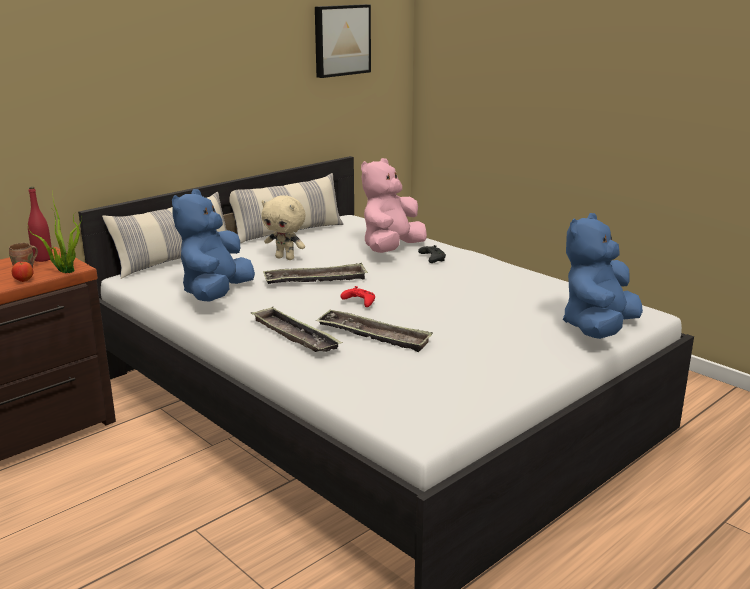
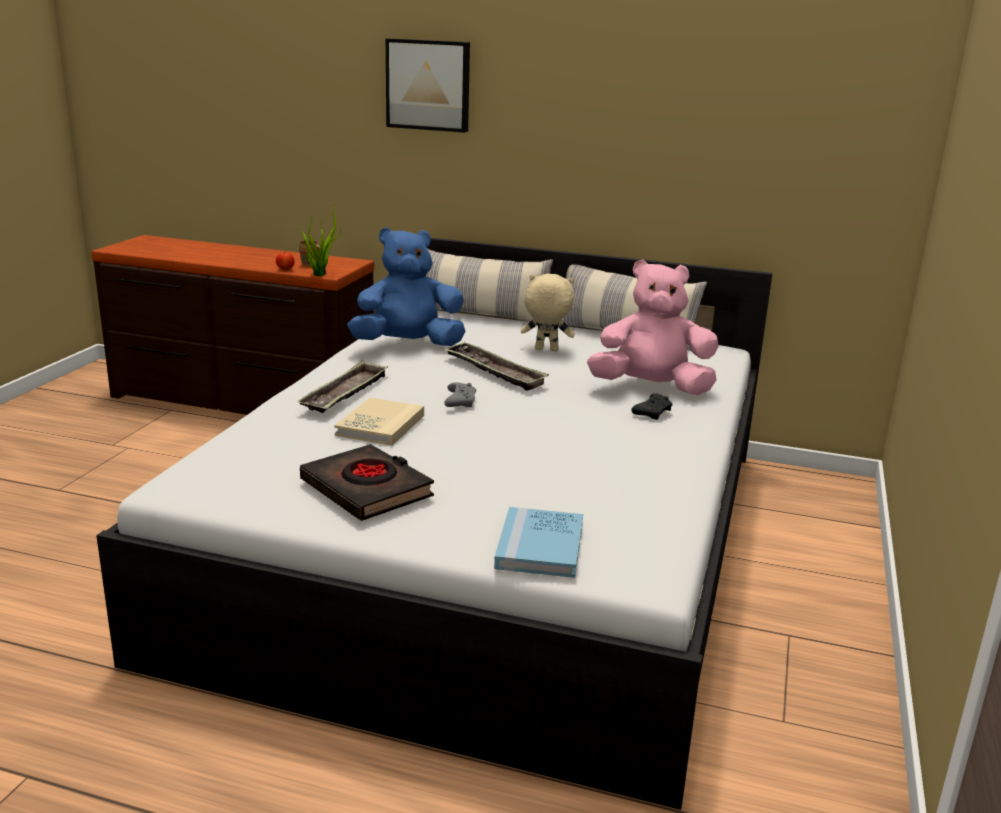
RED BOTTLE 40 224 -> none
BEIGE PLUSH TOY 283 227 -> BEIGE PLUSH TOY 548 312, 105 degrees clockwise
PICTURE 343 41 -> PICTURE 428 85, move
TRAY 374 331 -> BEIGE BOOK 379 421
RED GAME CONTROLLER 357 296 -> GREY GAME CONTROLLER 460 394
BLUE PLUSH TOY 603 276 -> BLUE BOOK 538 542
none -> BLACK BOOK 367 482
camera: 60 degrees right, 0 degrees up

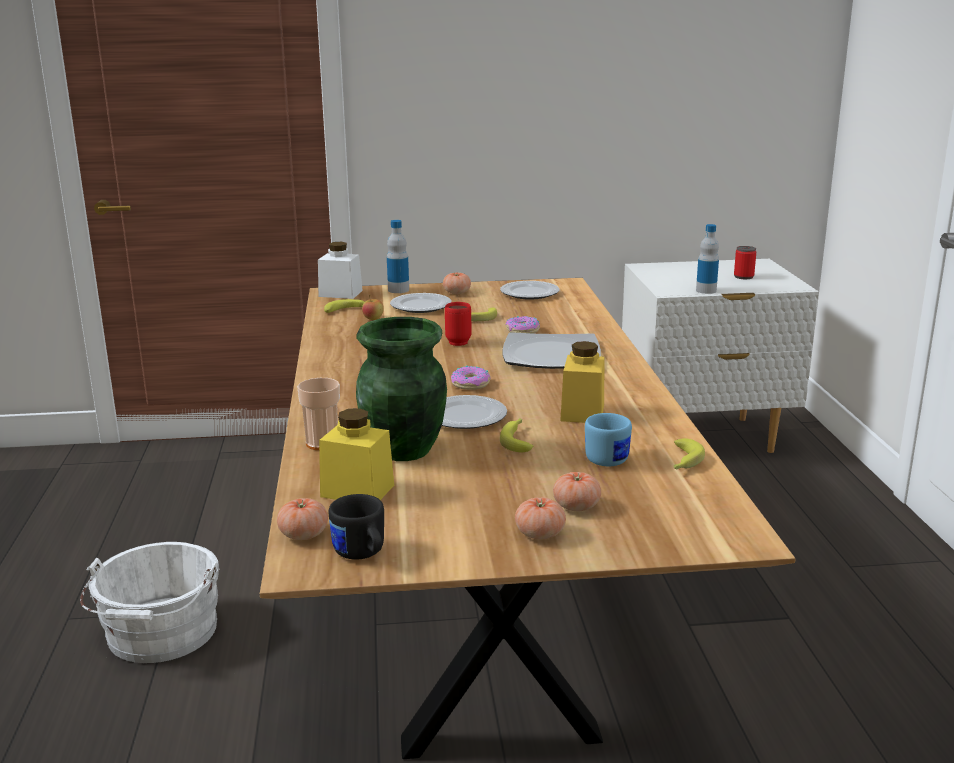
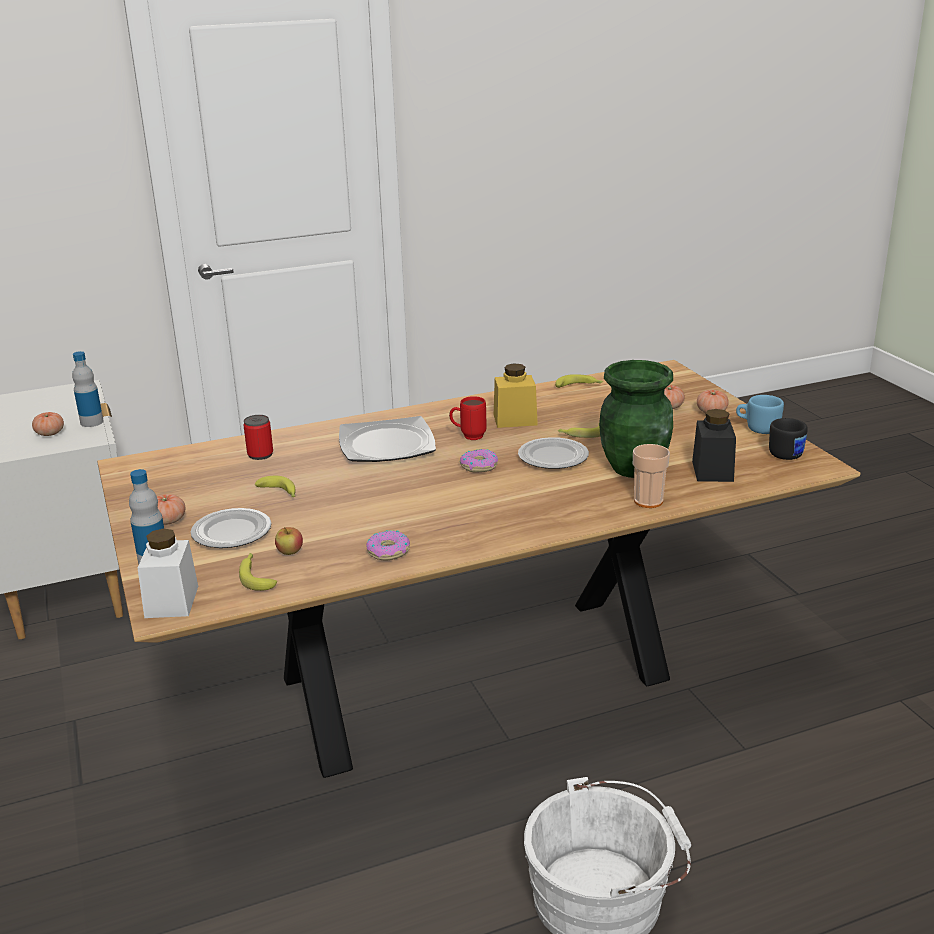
TOMATO 302 519 -> TOMATO 48 424, move
YELLOW JAR 356 454 -> BLACK JAR 714 445
RED MUG 458 324 -> RED MUG 468 418, move
PLATE 530 290 -> none
DONUT 522 325 -> DONUT 388 545, move
BLUE MUG 608 439 -> BLUE MUG 760 414, move
CAN 745 262 -> CAN 258 437, move
camera: 105 degrees left, 5 degrees up

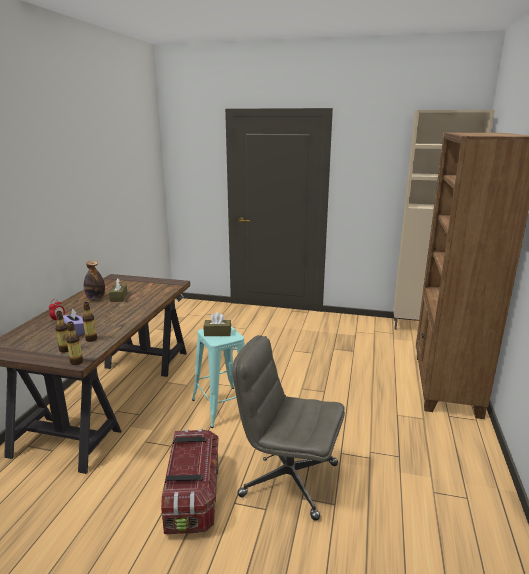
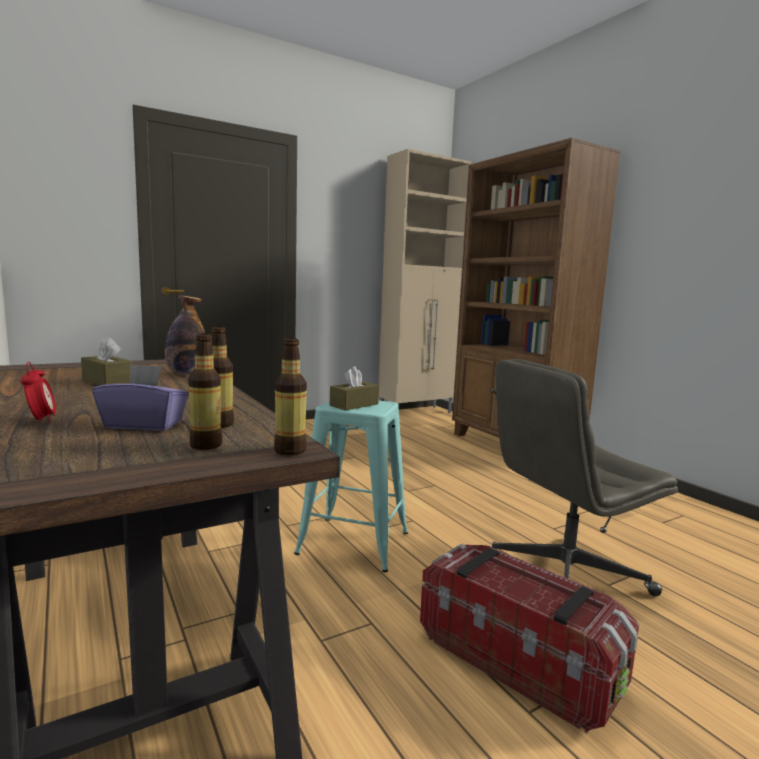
BOTTLE 94 280 -> BOTTLE 185 335, move
camera: 45 degrees left, 10 degrees down

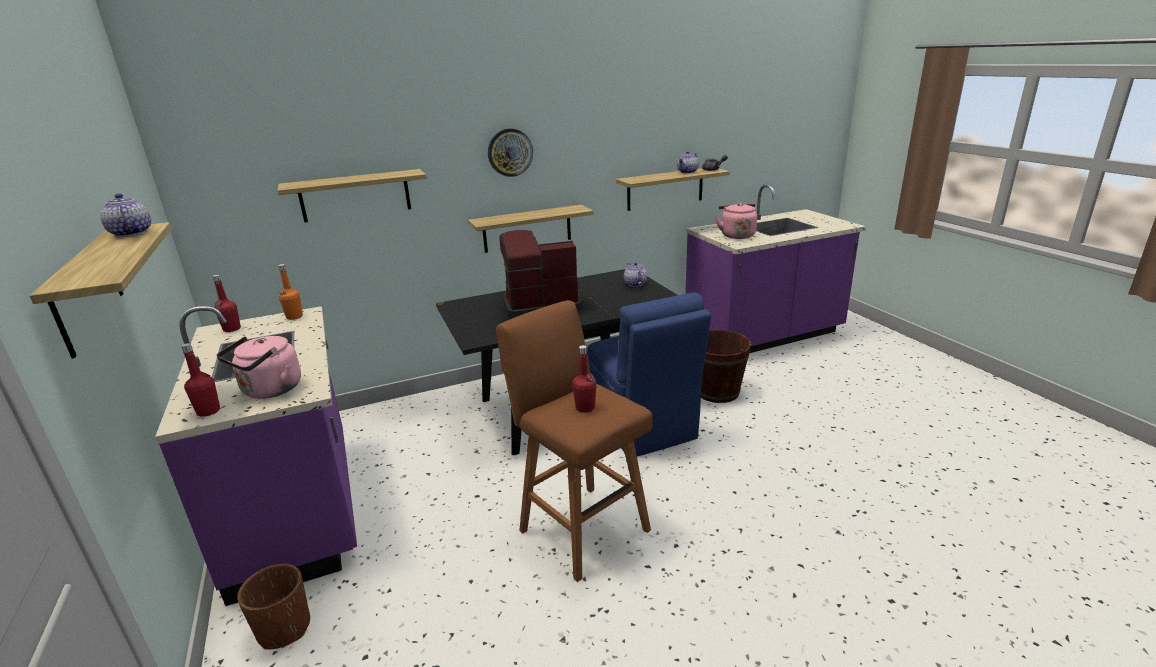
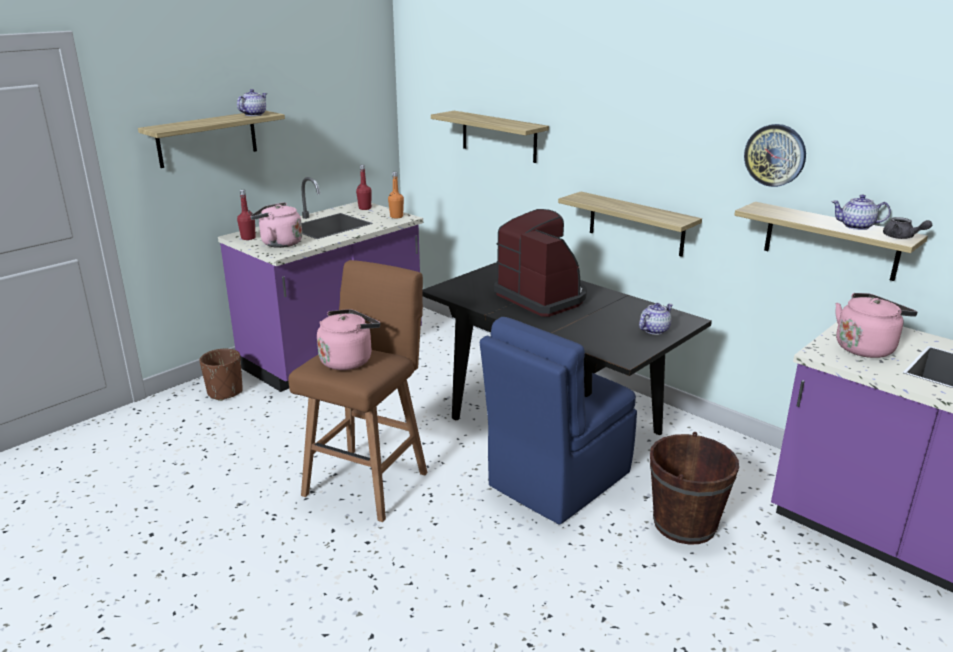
WALL CLOCK 510 152 -> WALL CLOCK 775 155, move
RED BOTTLE 584 379 -> PINK KETTLE 348 339
camera: 65 degrees right, 0 degrees up

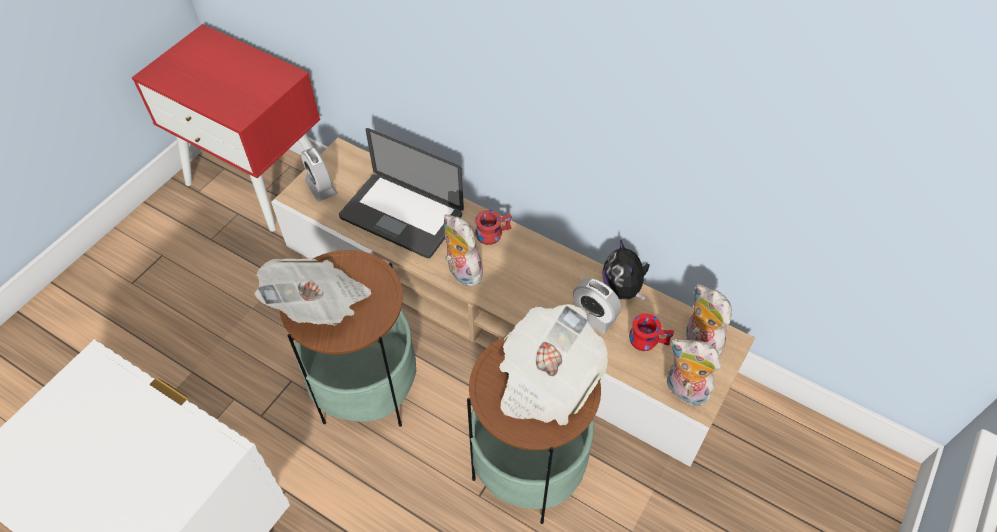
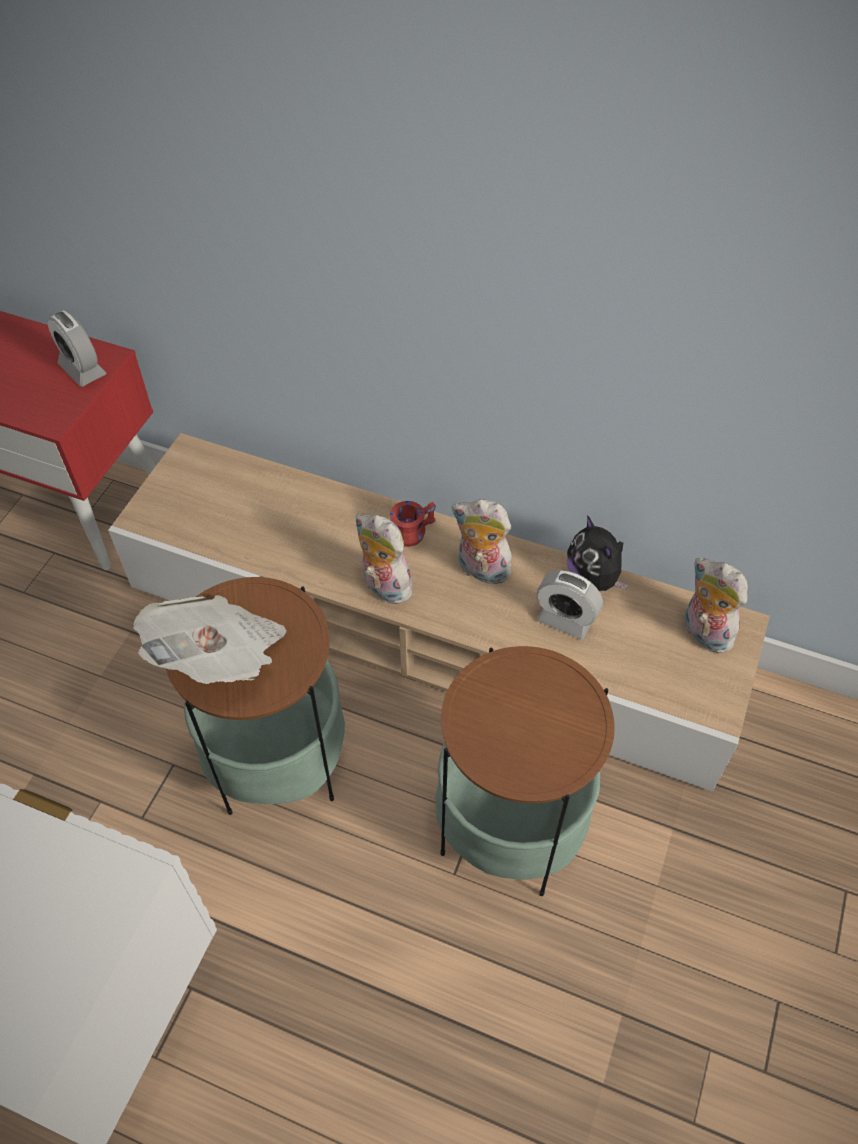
ALARM CLOCK 319 174 -> ALARM CLOCK 76 348, move
LAPTOP 401 193 -> none
NEWSPAPER 553 364 -> none
RED MUG 651 332 -> none
PLUSH TOY 694 372 -> PLUSH TOY 482 543, move
camera: 10 degrees left, 0 degrees up

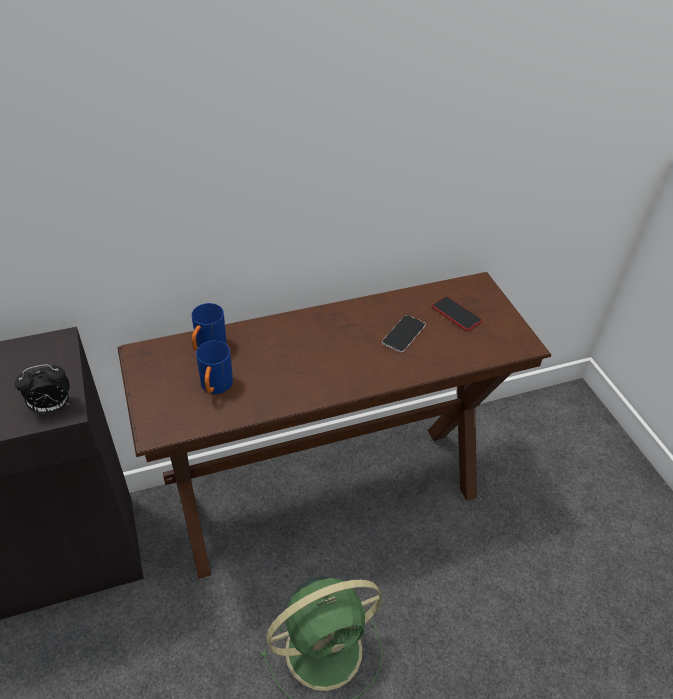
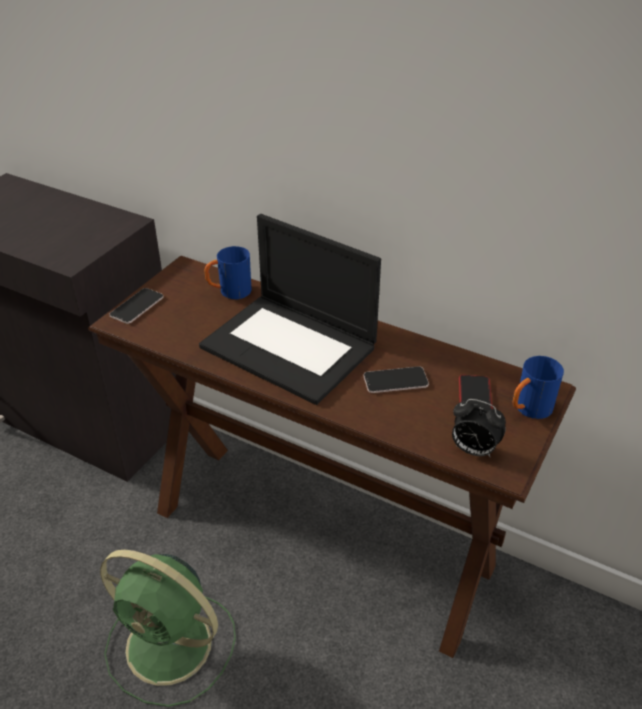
ALARM CLOCK 42 389 -> ALARM CLOCK 479 428, move
BLUE MUG 214 367 -> BLUE MUG 538 387, move
none -> PHONE 136 306
none -> LAPTOP 290 309
camera: 50 degrees right, 5 degrees down

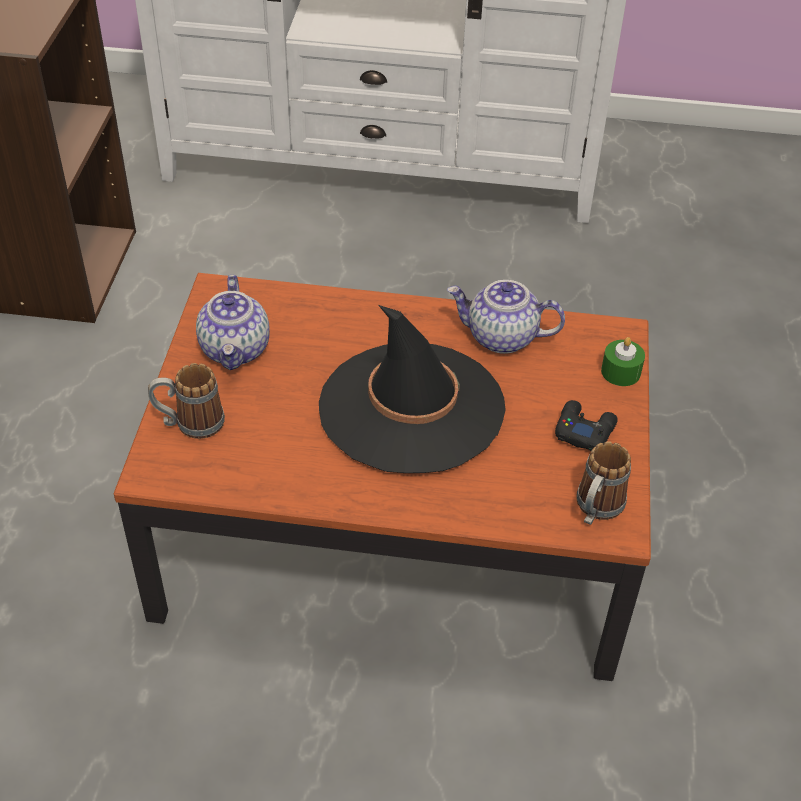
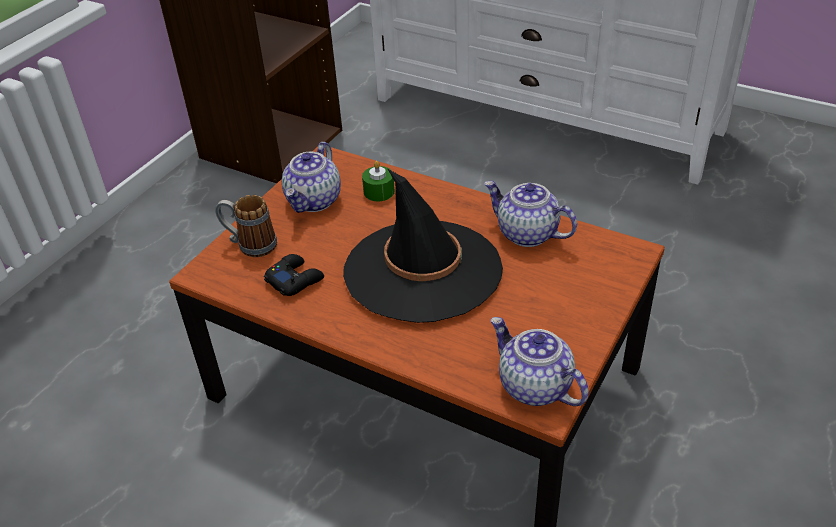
BLACK GAME CONTROLLER 586 425 -> BLACK GAME CONTROLLER 294 275, move
MUG 604 483 -> TEAPOT 540 361
GREEN CANDLE 623 361 -> GREEN CANDLE 378 181, move
camera: 25 degrees right, 5 degrees down

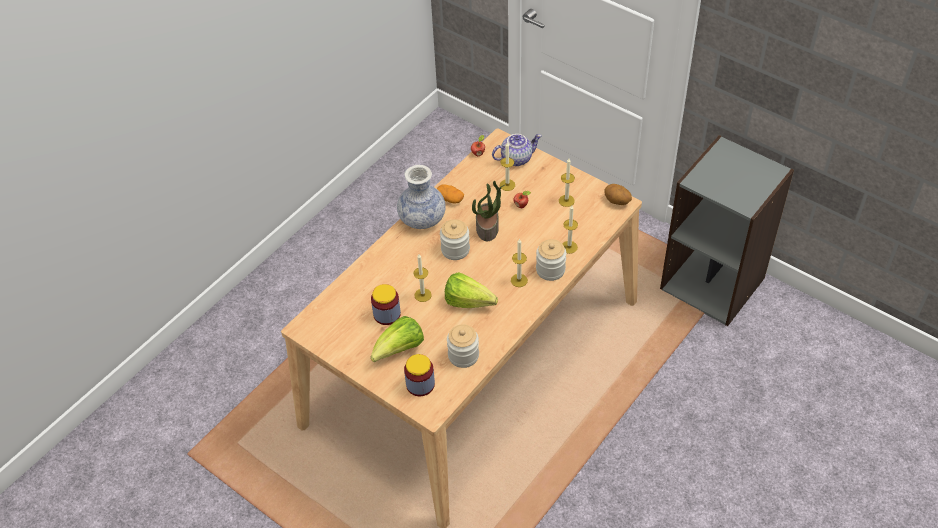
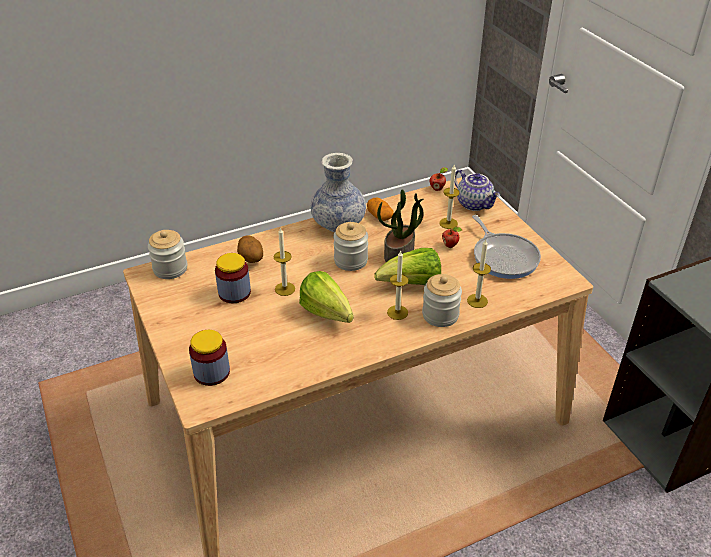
LETTUCE 397 339 -> LETTUCE 407 266, move
JAR 463 346 -> JAR 167 254, move
TEAPOT 517 150 -> TEAPOT 477 190, 45 degrees clockwise
CANDLE 567 183 -> FRYING PAN 506 247
POTATO 618 194 -> POTATO 250 249, move
camera: 25 degrees right, 10 degrees down

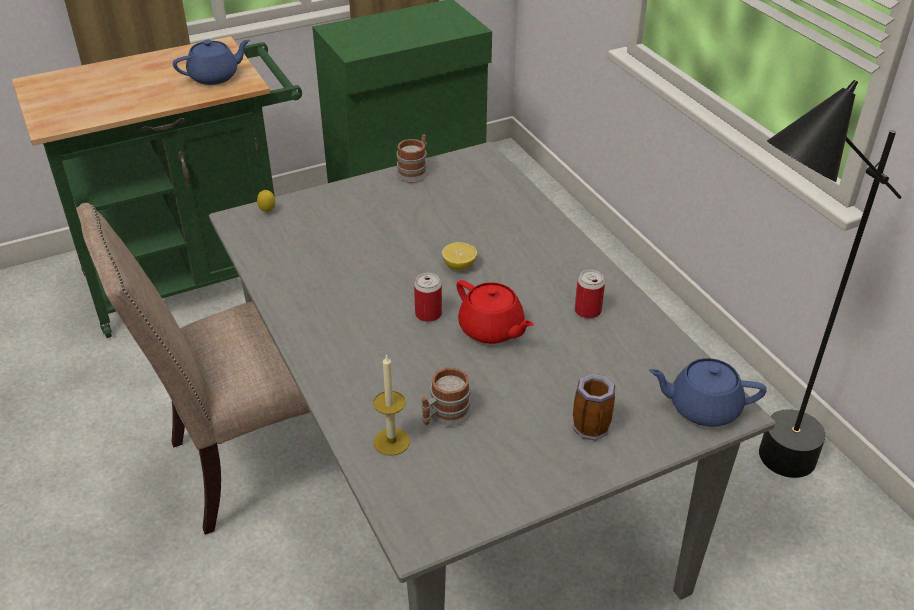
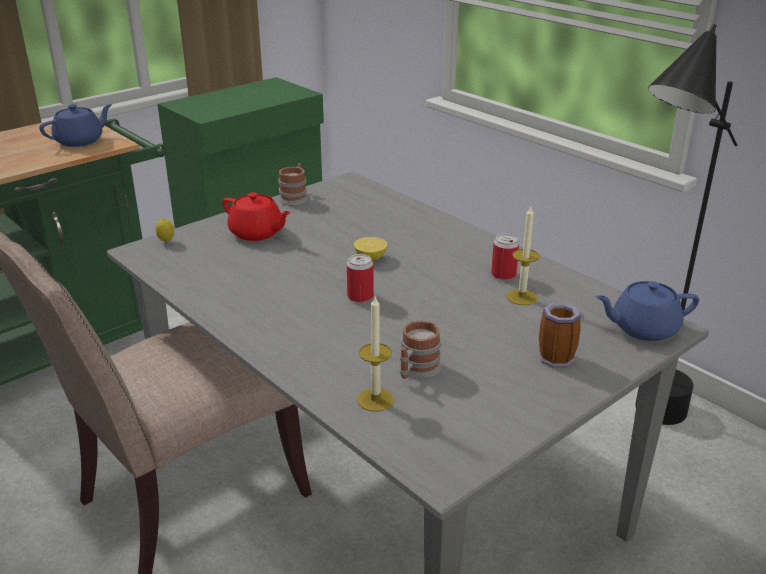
RED TEAPOT 495 312 -> RED TEAPOT 256 216, move
none -> CANDLE 523 256
camera: 15 degrees left, 10 degrees down

